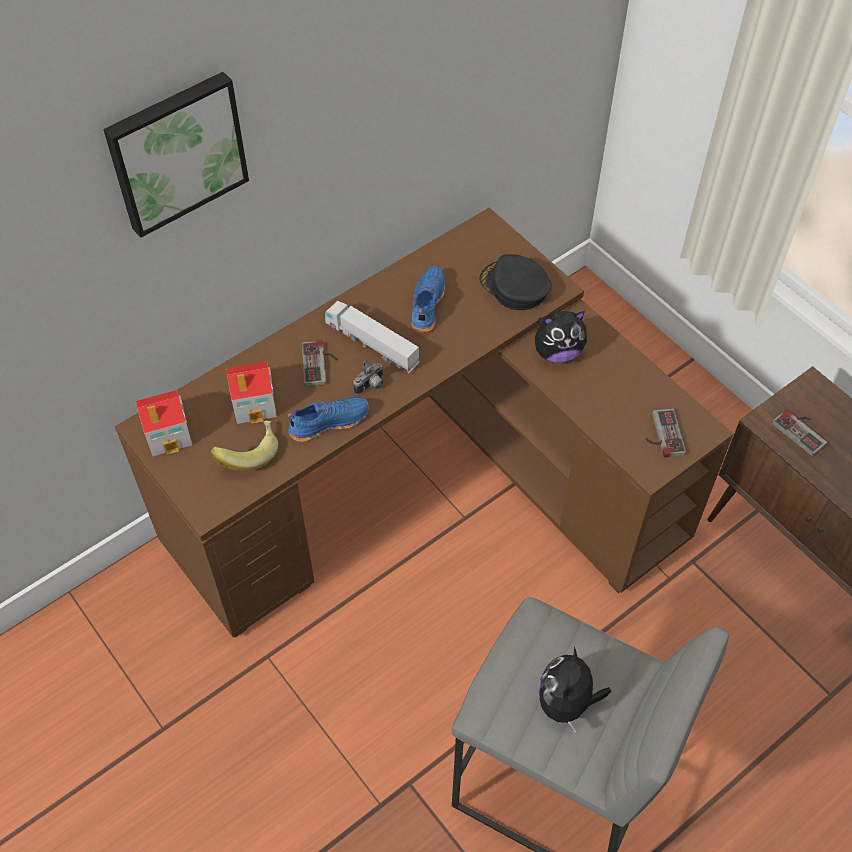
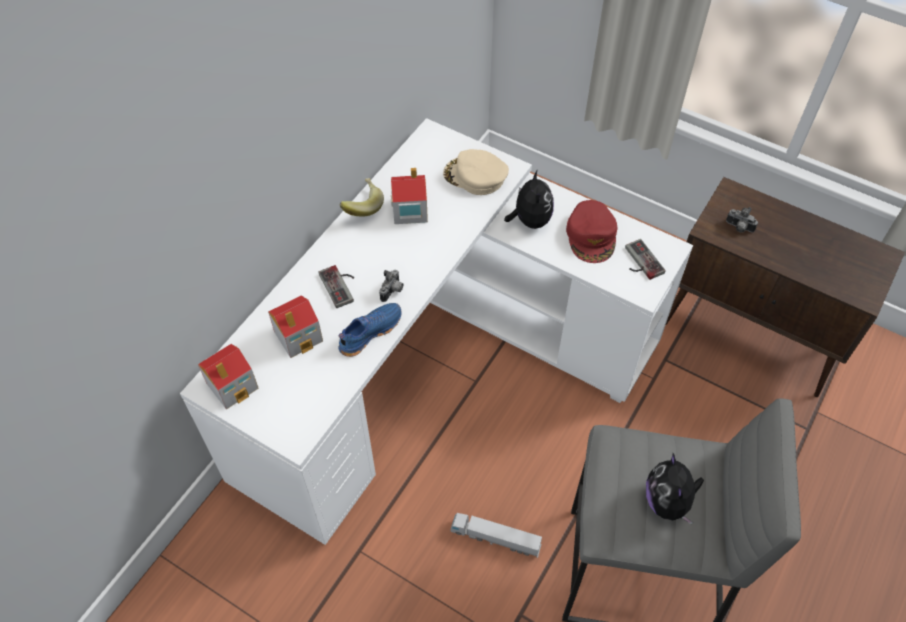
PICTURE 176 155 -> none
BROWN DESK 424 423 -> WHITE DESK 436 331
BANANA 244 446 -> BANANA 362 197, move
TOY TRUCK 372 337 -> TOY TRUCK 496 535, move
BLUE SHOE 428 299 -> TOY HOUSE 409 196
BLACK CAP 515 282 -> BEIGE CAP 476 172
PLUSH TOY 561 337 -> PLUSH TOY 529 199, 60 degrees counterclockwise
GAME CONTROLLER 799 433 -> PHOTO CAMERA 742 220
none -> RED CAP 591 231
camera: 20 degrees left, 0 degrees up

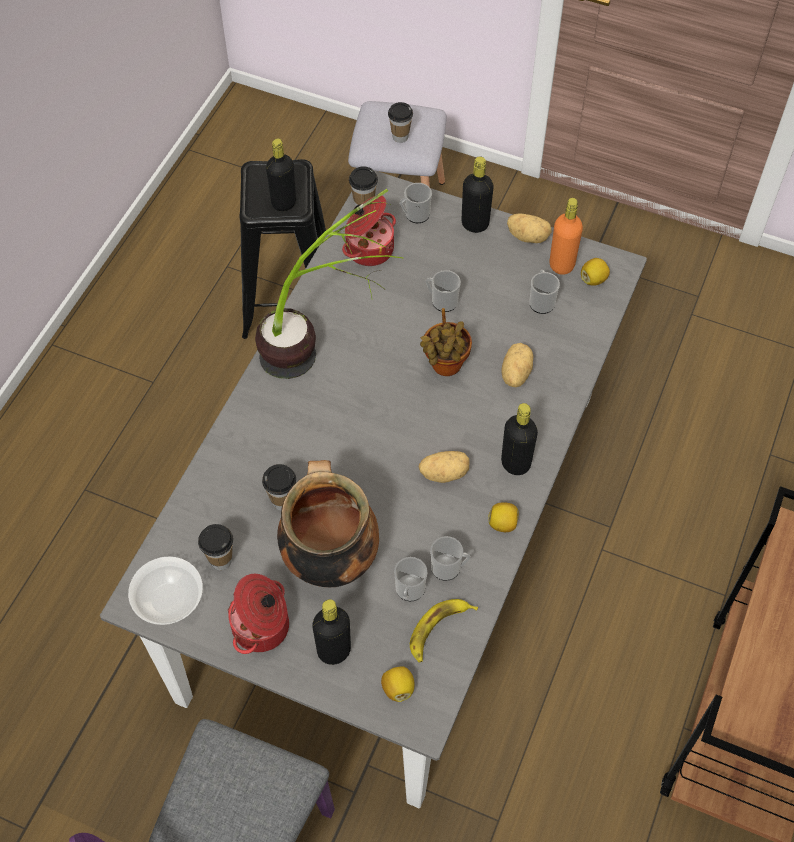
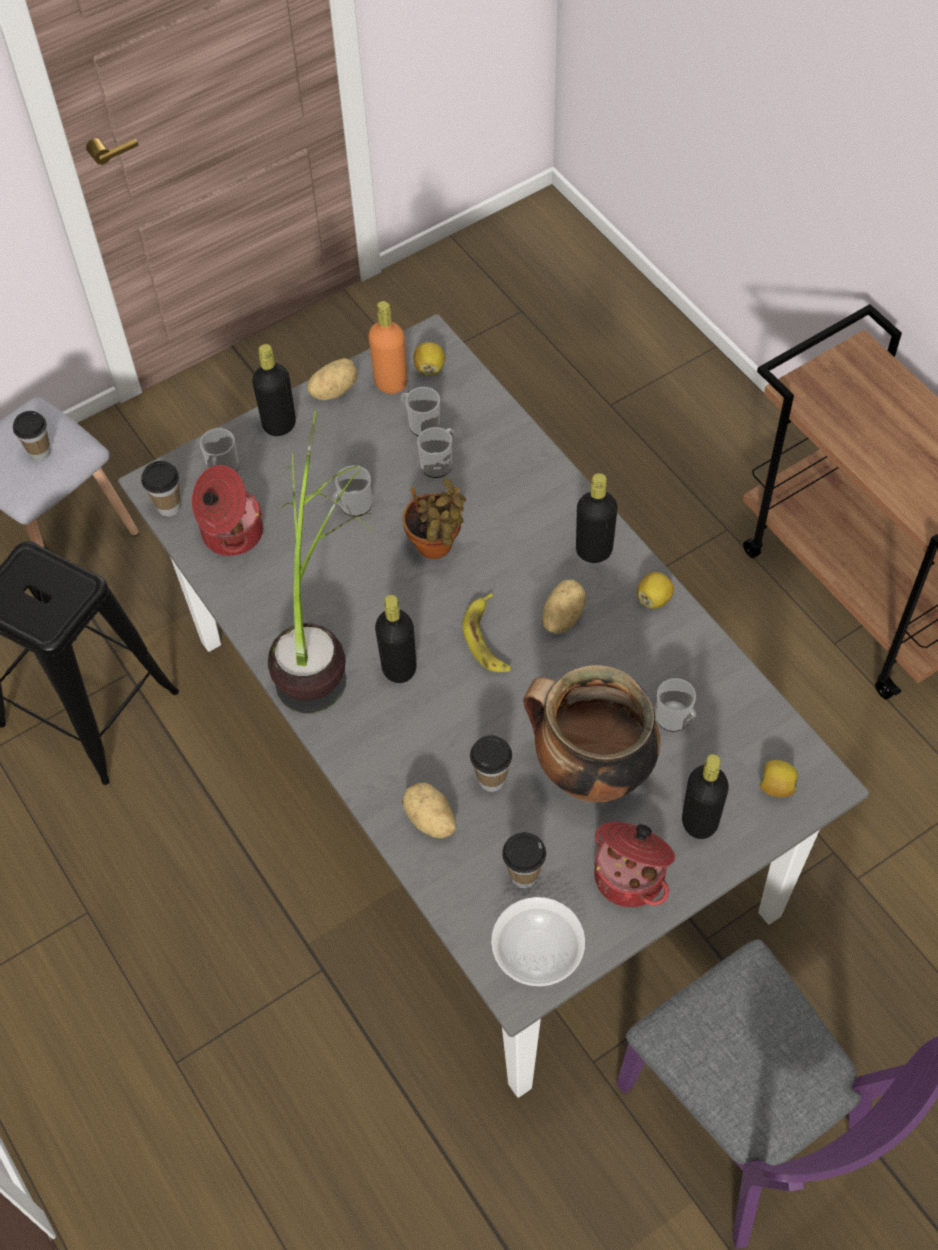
BLACK BOTTLE 281 174 -> BLACK BOTTLE 395 639, move
BANANA 444 631 -> BANANA 486 632, move
MUG 450 558 -> MUG 435 452, move
POTATO 517 365 -> POTATO 429 810, move
camera: 55 degrees left, 0 degrees up

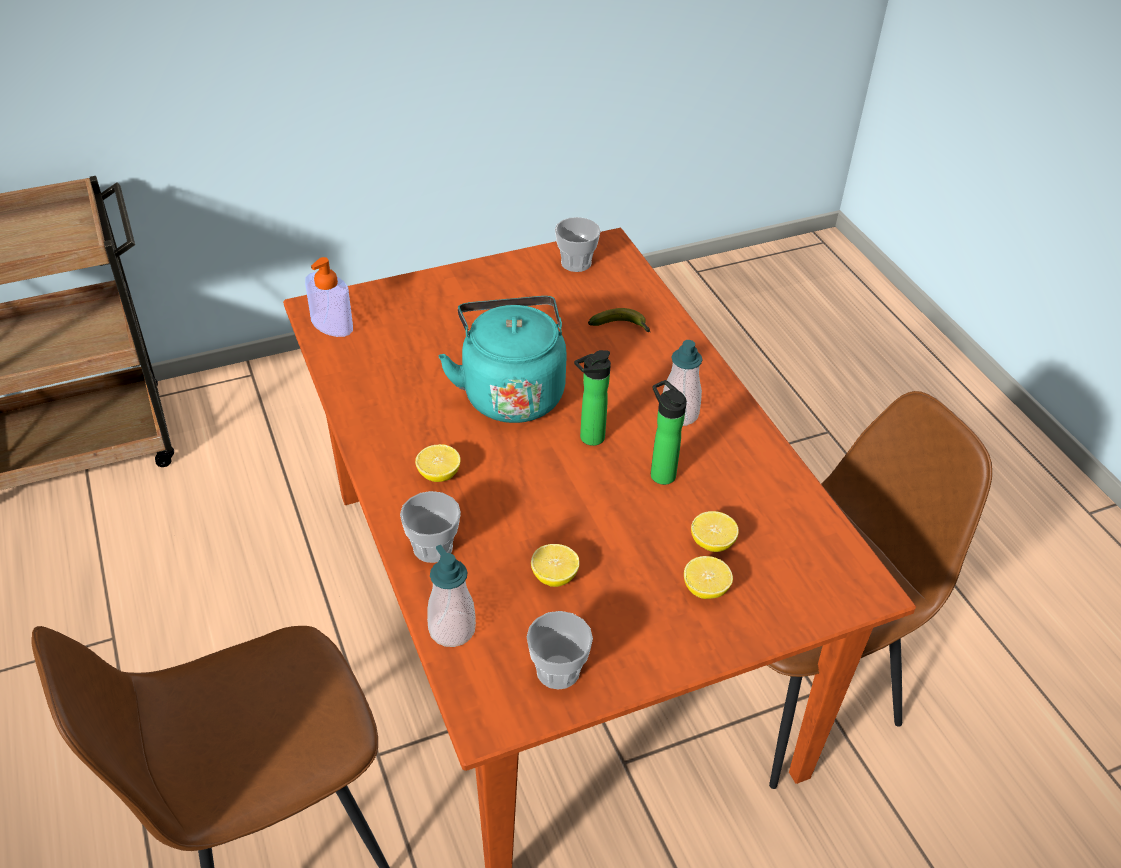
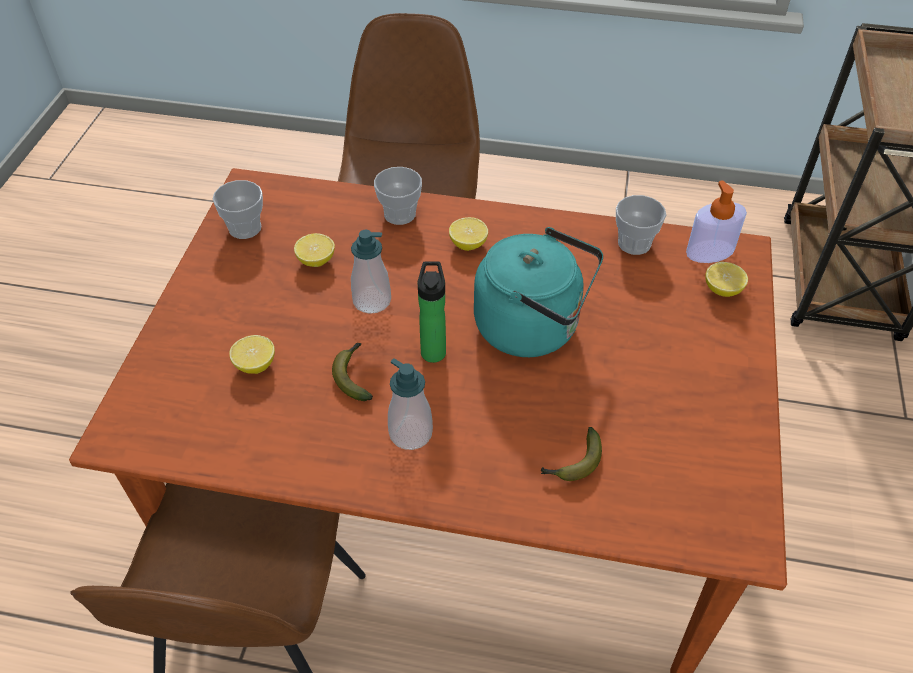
SOAP DISPENSER 451 596 -> SOAP DISPENSER 371 272, move
CUP 578 244 -> CUP 641 225, move
BOTTLE 669 432 -> BANANA 352 372
LEMON 708 577 -> LEMON 726 279, move
camera: 125 degrees right, 5 degrees up

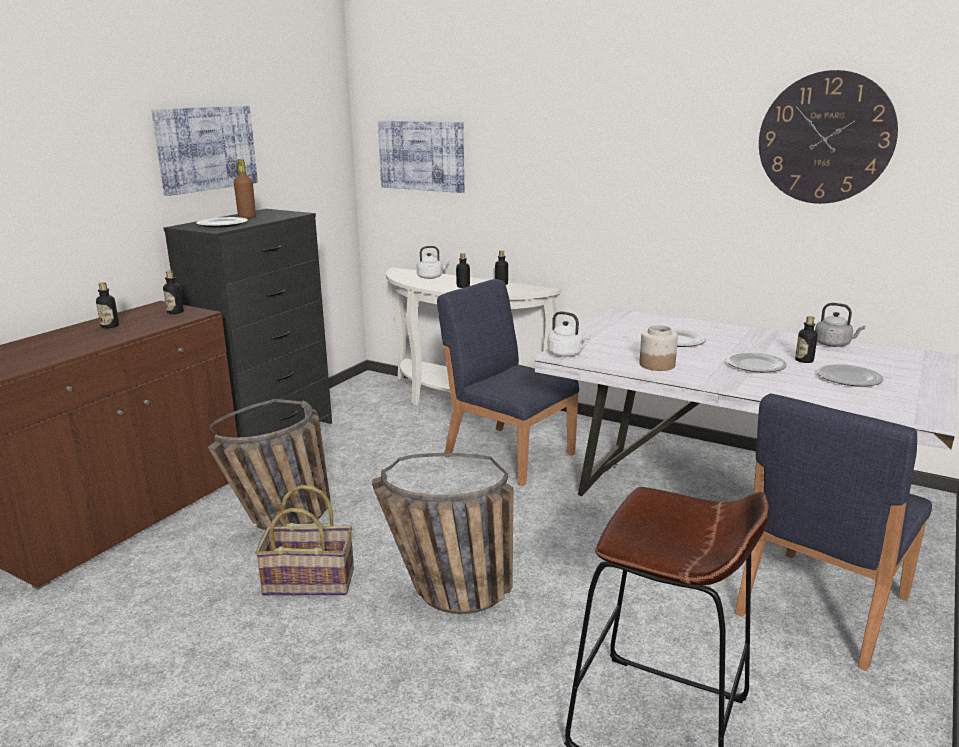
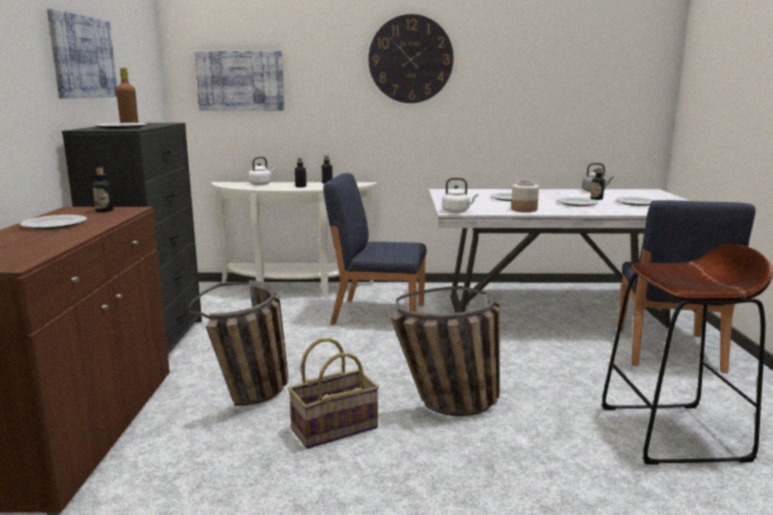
BOTTLE 107 305 -> PLATE 53 222
WALL CLOCK 828 137 -> WALL CLOCK 410 58, move
camera: 30 degrees left, 5 degrees down

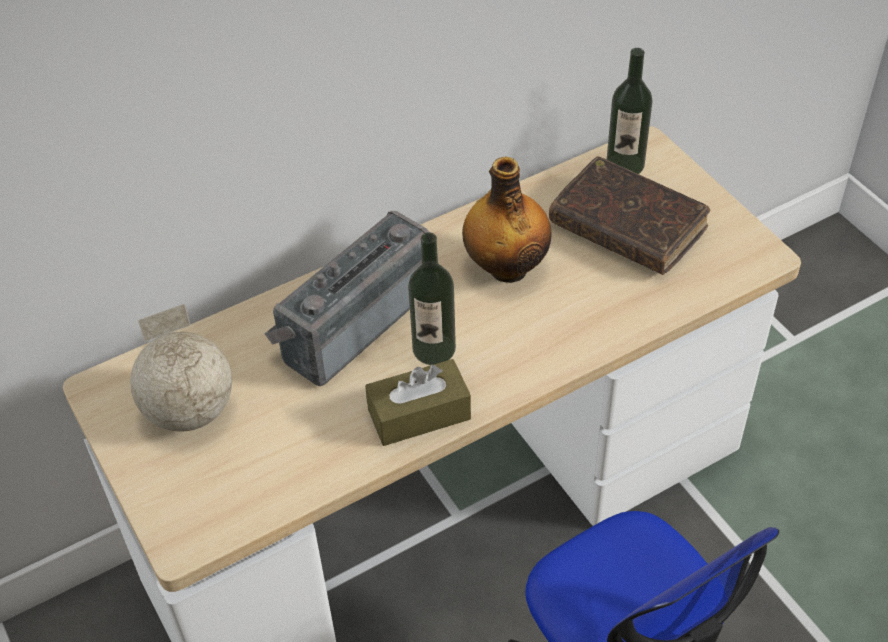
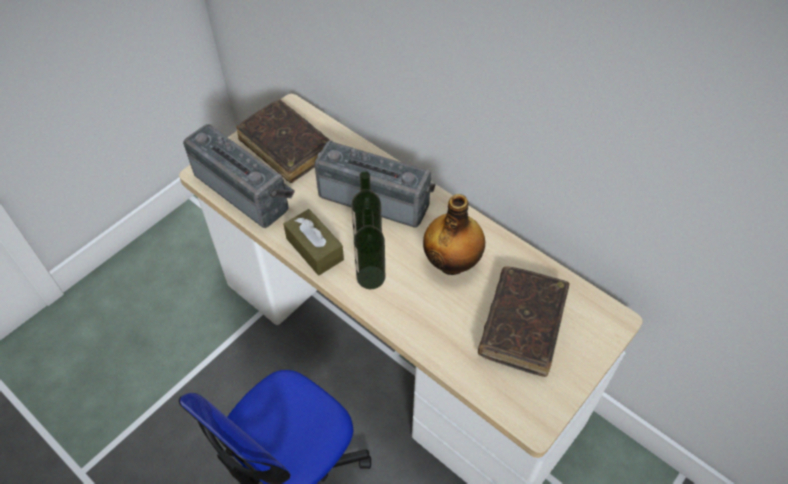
GLOBE 181 367 -> BROWN BOOK 283 141
BOTTLE 630 111 -> BOTTLE 369 248, move
none -> RADIO 239 176
camera: 70 degrees right, 5 degrees up

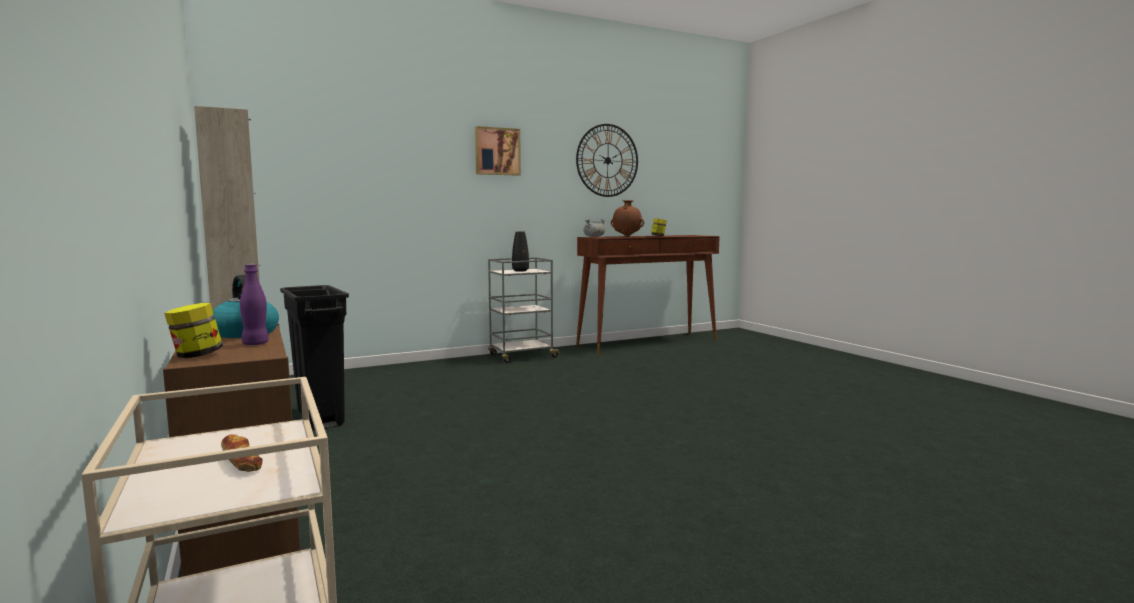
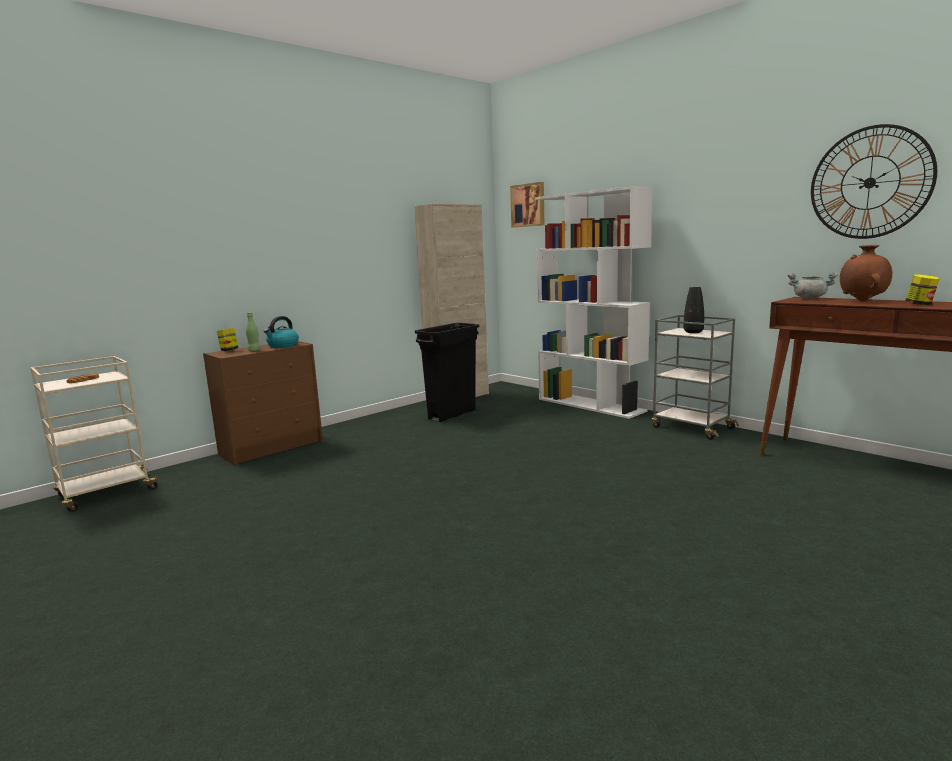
PURPLE BOTTLE 254 304 -> GREEN BOTTLE 253 331
PICTURE 498 151 -> PICTURE 527 204, move
none -> WHITE BOOKCASE 594 302
camera: 75 degrees right, 5 degrees up

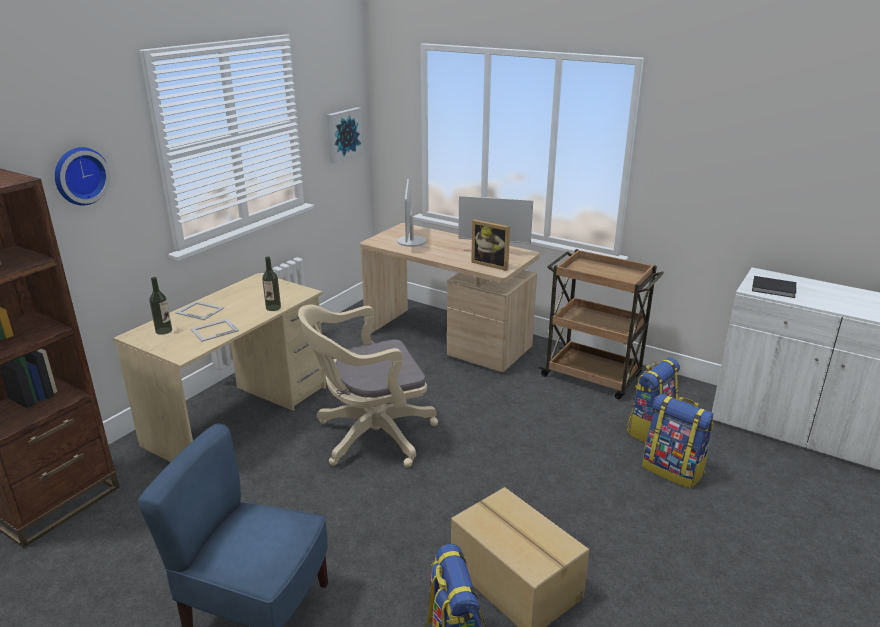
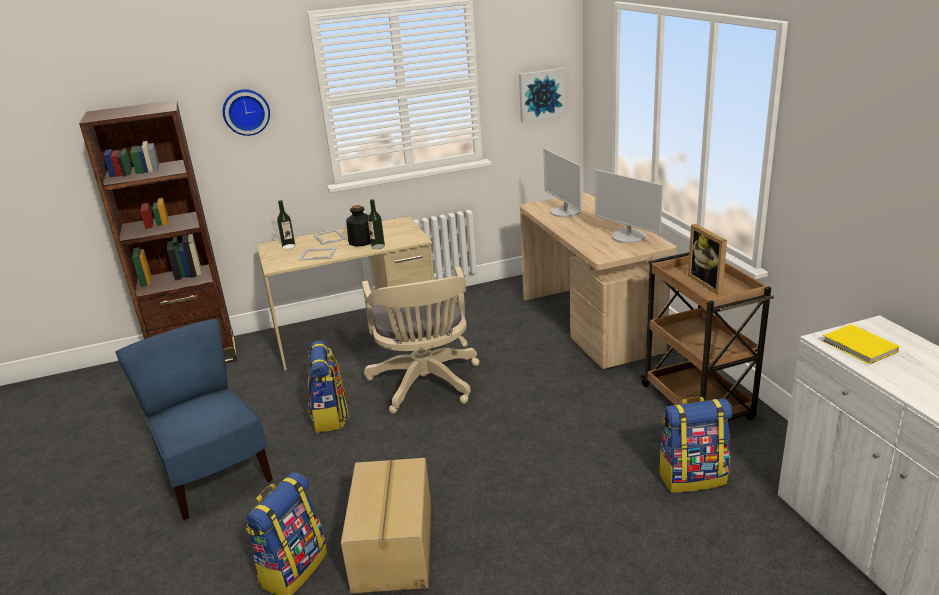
BEIGE OFFICE CHAIR 368 386 -> BEIGE OFFICE CHAIR 420 340, 120 degrees counterclockwise
MONITOR 411 213 -> MONITOR 562 182, 60 degrees counterclockwise
PICTURE FRAME 490 245 -> PICTURE FRAME 707 259, move
BACKPACK 678 441 -> BACKPACK 328 387, move
BLACK BOOK 774 287 -> YELLOW BOOK 861 344
none -> BOTTLE 358 225
camera: 40 degrees right, 0 degrees up

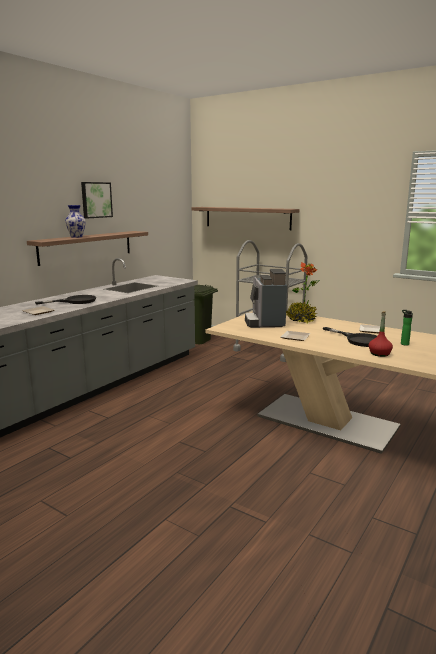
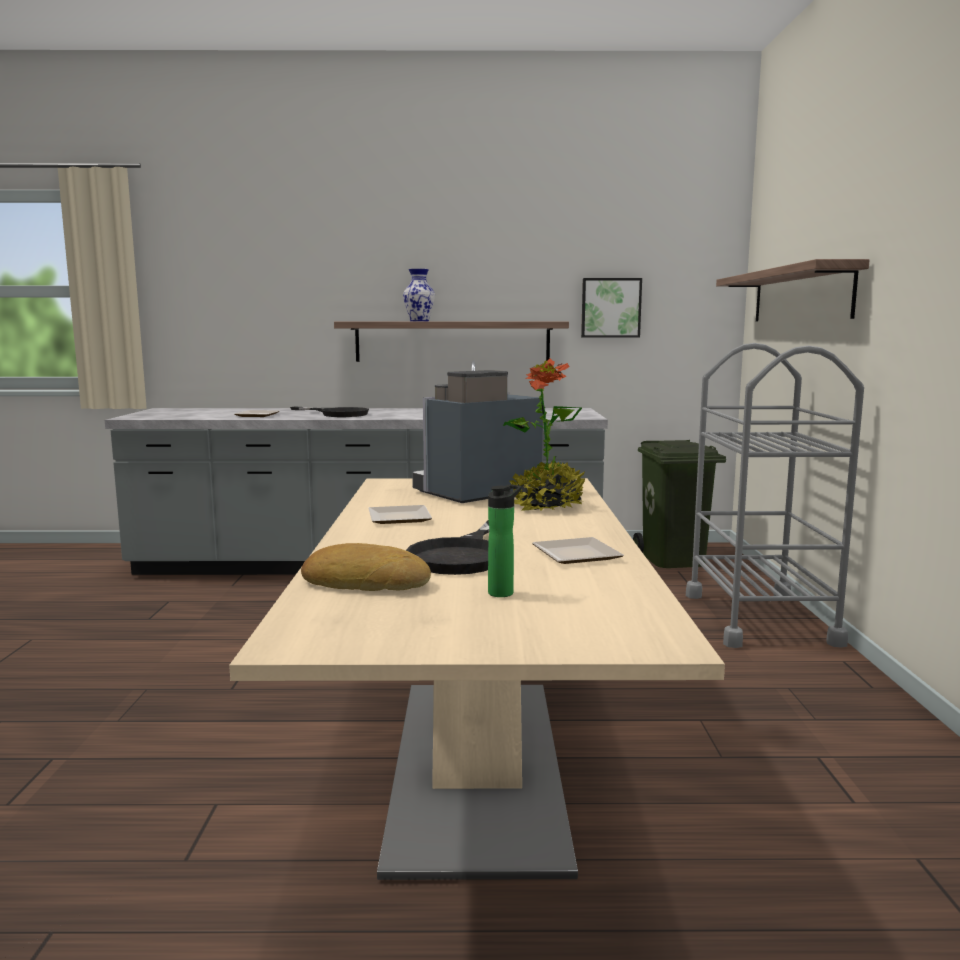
PICTURE 97 200 -> PICTURE 611 308, move
RED BOTTLE 380 334 -> BREAD 366 567
camera: 55 degrees right, 5 degrees down

